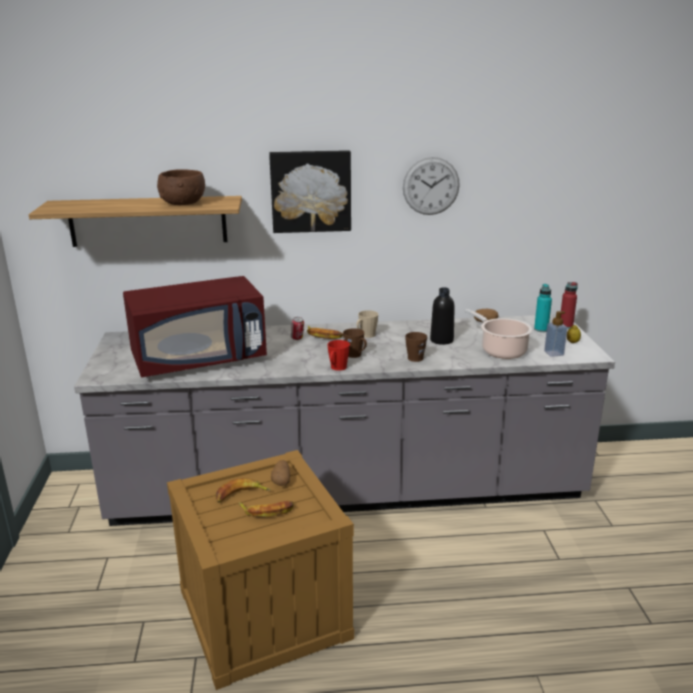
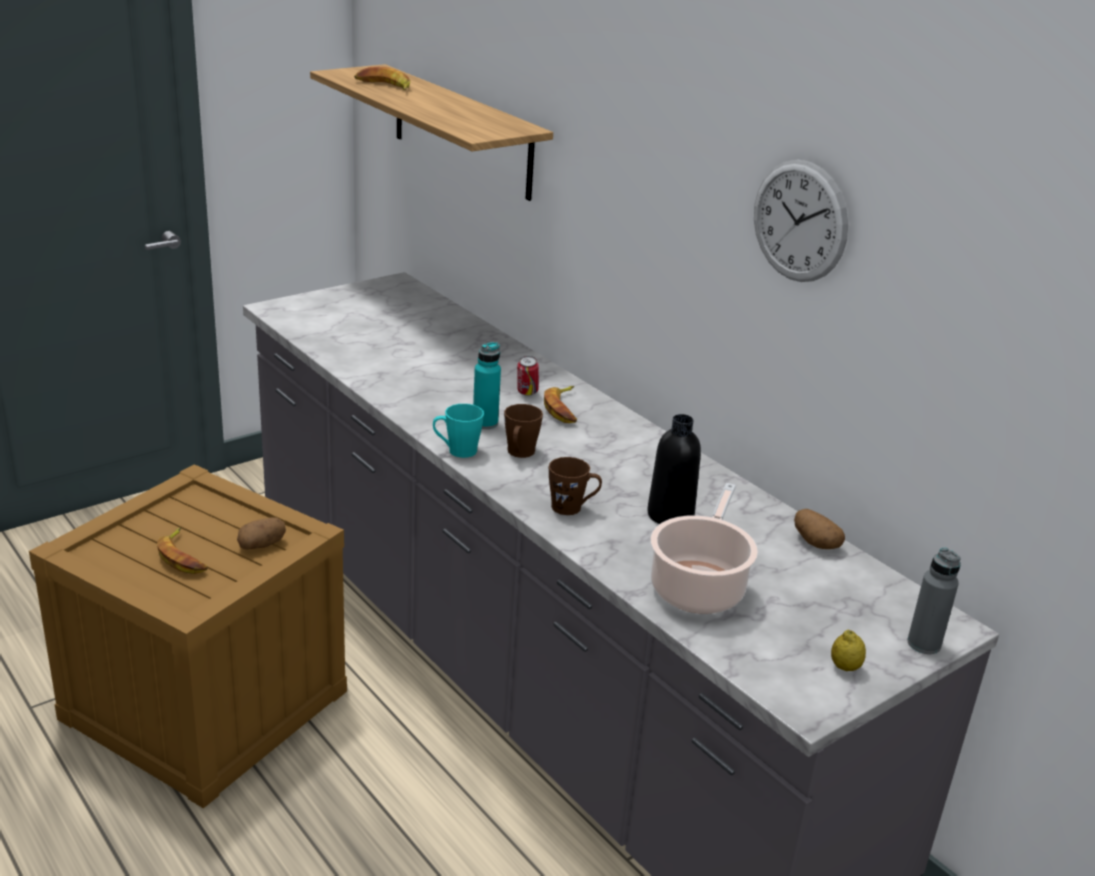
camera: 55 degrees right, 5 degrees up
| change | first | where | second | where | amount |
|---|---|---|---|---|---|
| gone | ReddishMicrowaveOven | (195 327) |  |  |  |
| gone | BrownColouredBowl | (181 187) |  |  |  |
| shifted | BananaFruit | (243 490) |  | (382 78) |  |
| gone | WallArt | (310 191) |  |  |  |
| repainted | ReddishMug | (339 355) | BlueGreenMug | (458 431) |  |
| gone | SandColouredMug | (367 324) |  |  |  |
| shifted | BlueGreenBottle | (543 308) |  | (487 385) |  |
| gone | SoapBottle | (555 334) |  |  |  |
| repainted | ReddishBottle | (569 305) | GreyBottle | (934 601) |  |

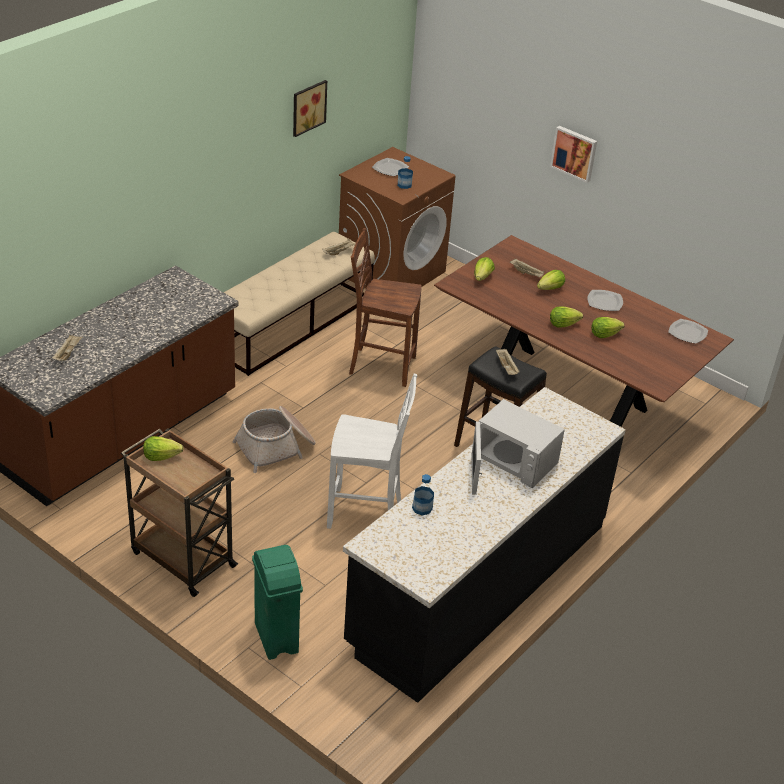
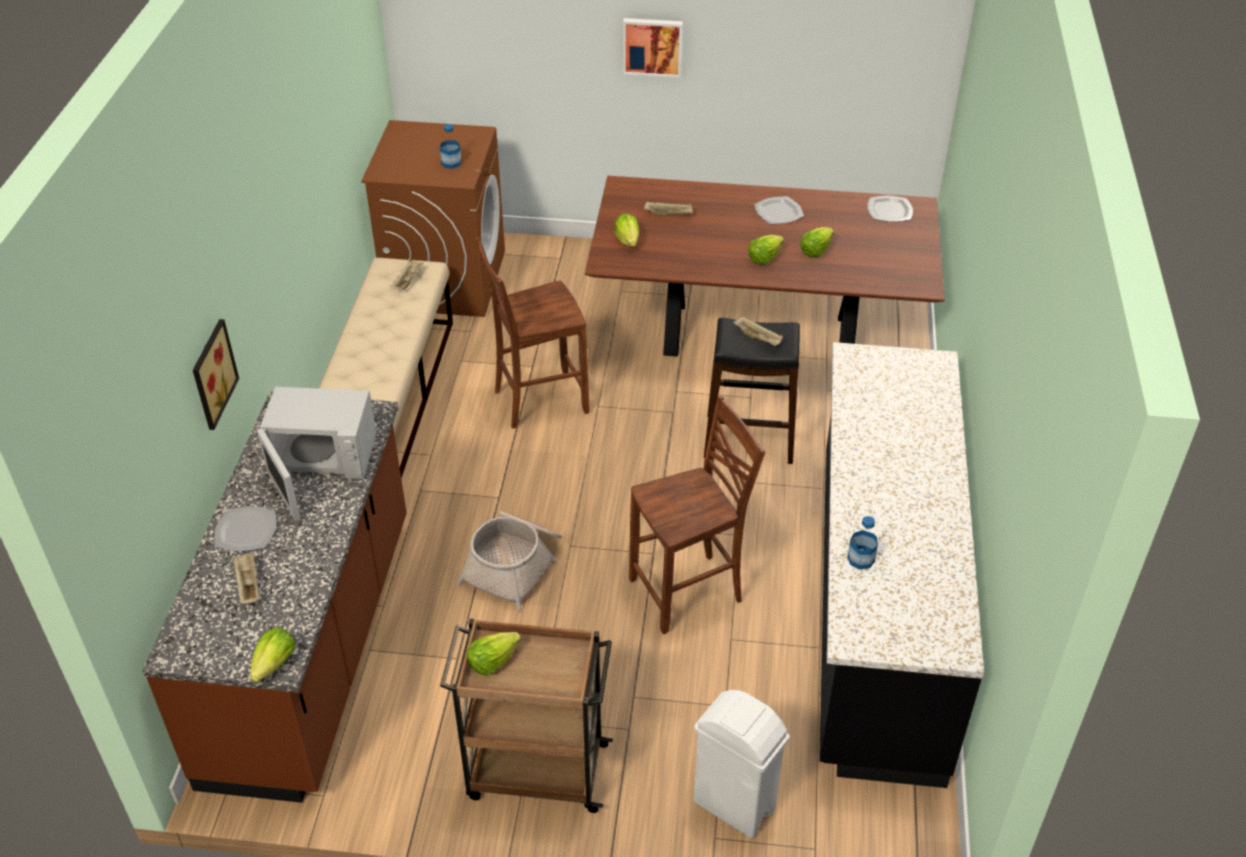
camera: 30 degrees left, 5 degrees up
| change | first | where | second | where | amount |
|---|---|---|---|---|---|
| repainted | GreenRubbishBin | (277 602) | WhiteColouredRubbishBin | (742 764) |  |
| shifted | WallArt | (310 108) |  | (216 374) |  |
| repainted | WhiteColouredPlainChair | (372 451) | BrownColouredPlainChair | (697 514) |  |
| shifted | FlatDish | (390 167) |  | (245 528) |  |
| shifted | WhiteColouredMicrowaveOven | (518 447) |  | (317 454) |  |
| shifted | HeadOfLettuce | (551 280) |  | (272 655) |  |

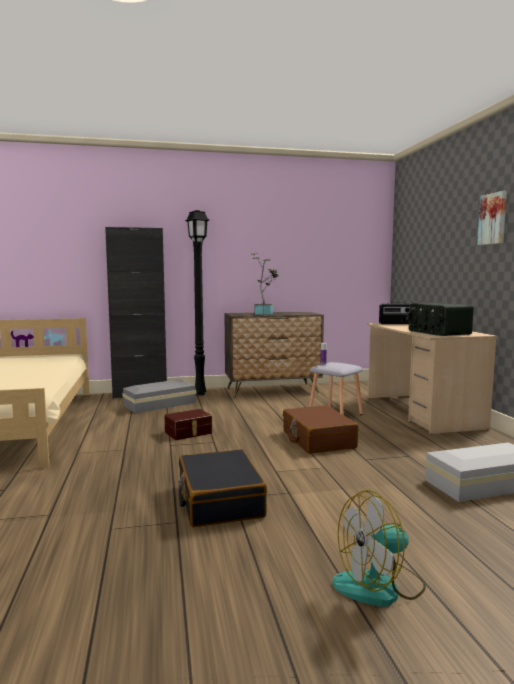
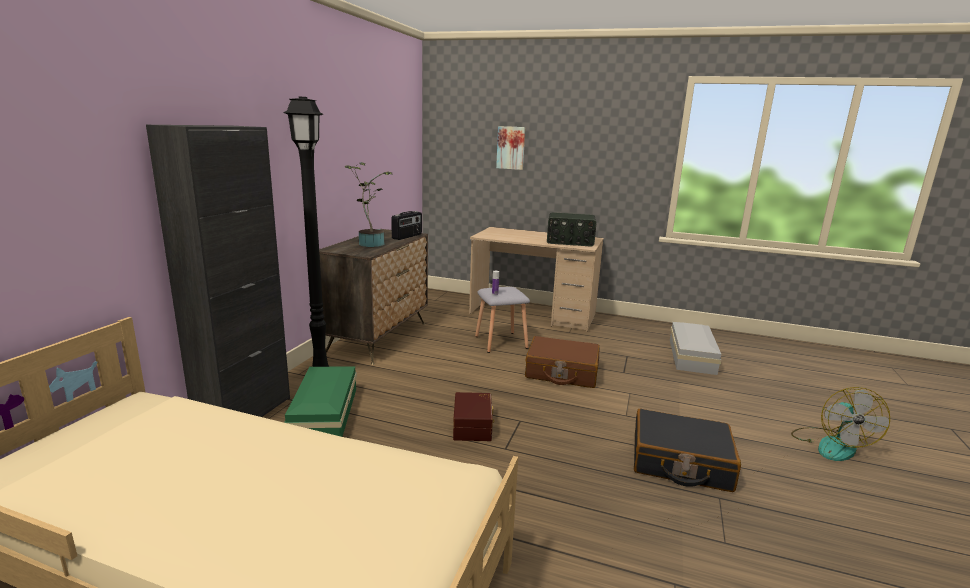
camera: 60 degrees left, 10 degrees up
| change | first | where | second | where | amount |
|---|---|---|---|---|---|
| repainted | GreyStorageContainer | (159 396) | GreenStorageContainer | (320 401) |  |
| shifted | Radio | (394 313) |  | (406 225) |  |
| shifted | WallArt | (492 218) |  | (510 148) |  |

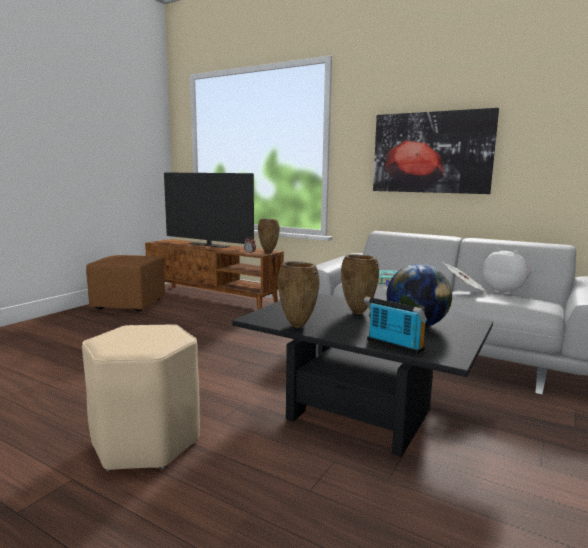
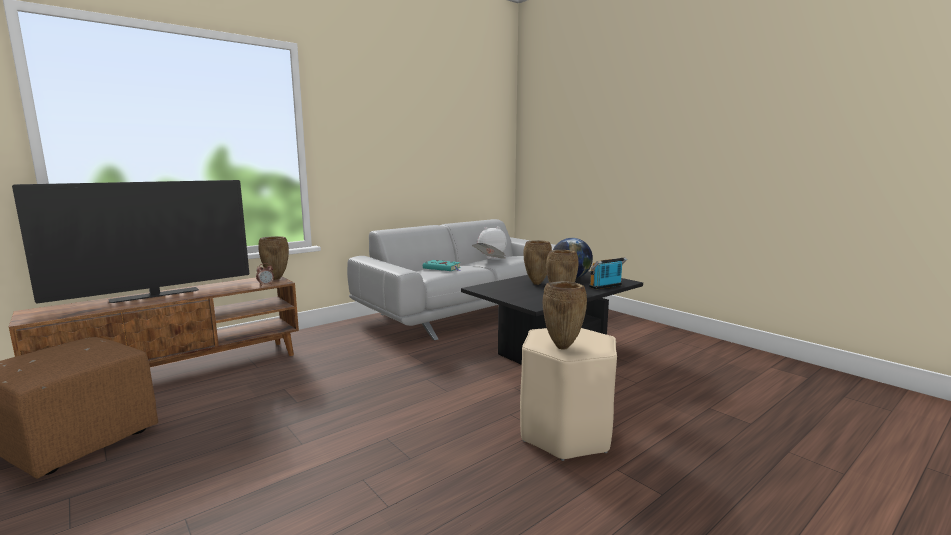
camera: 70 degrees left, 0 degrees up
| change | first | where | second | where | amount |
|---|---|---|---|---|---|
| gone | WallArt | (436 151) |  |  |  |
| new |  |  | BrownColouredDecorativeVase | (564 315) |  |

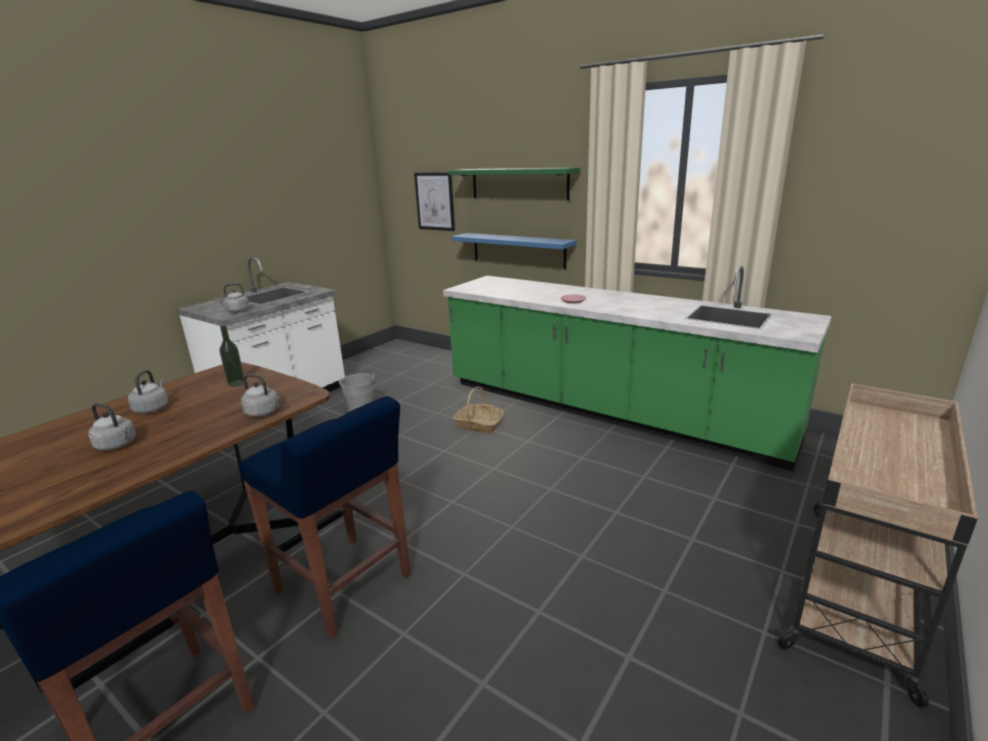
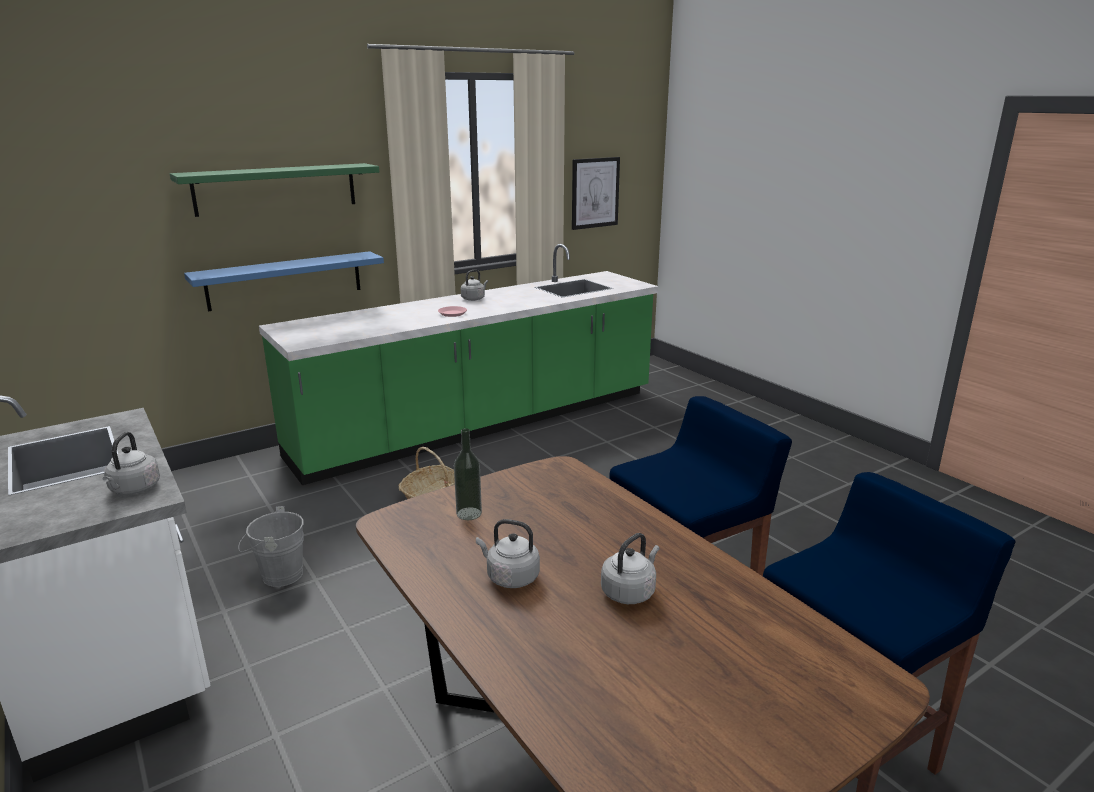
camera: 70 degrees left, 0 degrees up
| change | first | where | second | where | amount |
|---|---|---|---|---|---|
| shifted | GreyWaterKettle | (260 395) |  | (474 285) |  |
| shifted | WallArt | (434 201) |  | (596 193) |  |
| gone | SandColouredWheeledCart | (877 545) |  |  |  |

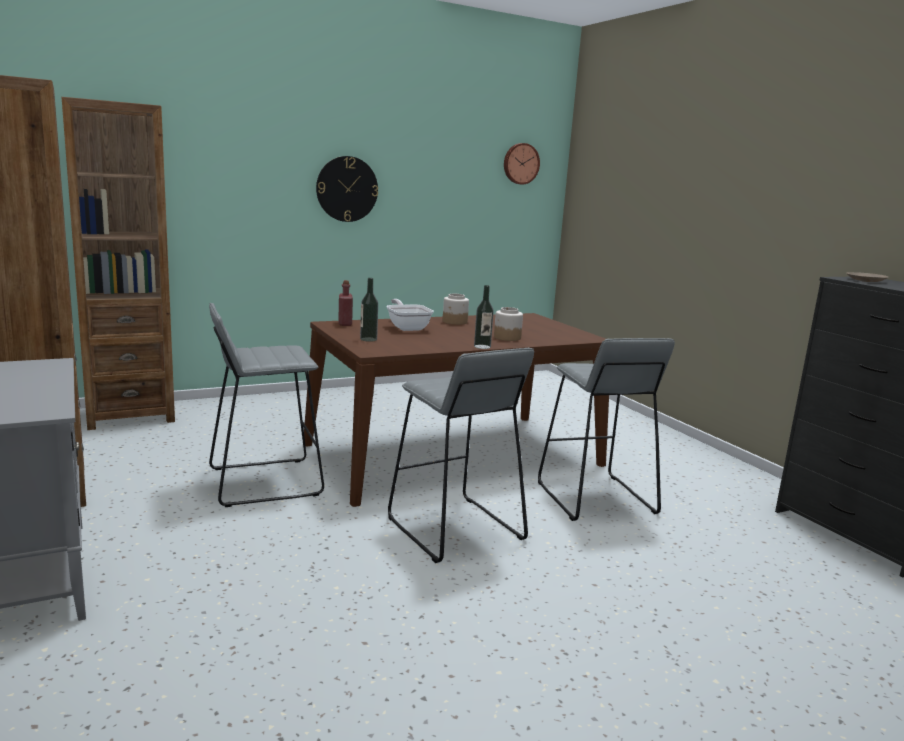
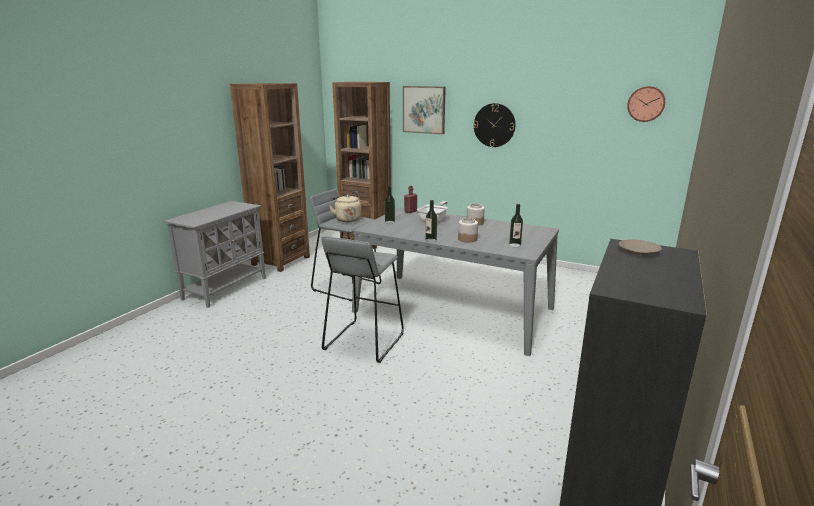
camera: 55 degrees right, 5 degrees up
| change | first | where | second | where | amount |
|---|---|---|---|---|---|
| repainted | BrownColouredKitchenTable | (456 410) | GreyKitchenTable | (455 281) |  |
| gone | GreySittingStool | (606 429) |  |  |  |
| new |  |  | SandColouredWaterKettle | (345 208) |  |
| new |  |  | WallArt | (424 110) |  |
| new |  |  | Bottle | (516 225) |  |

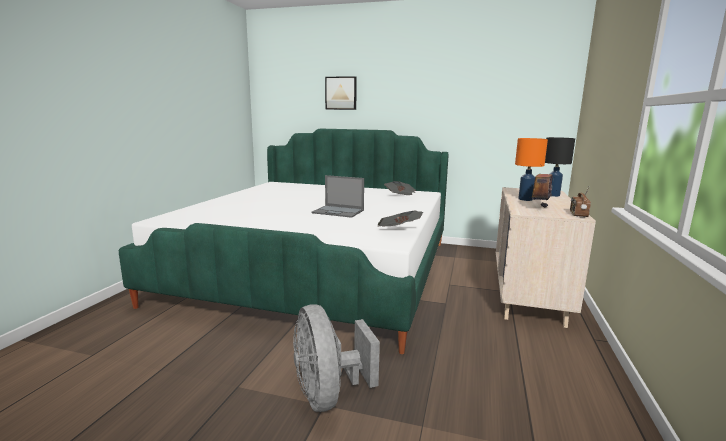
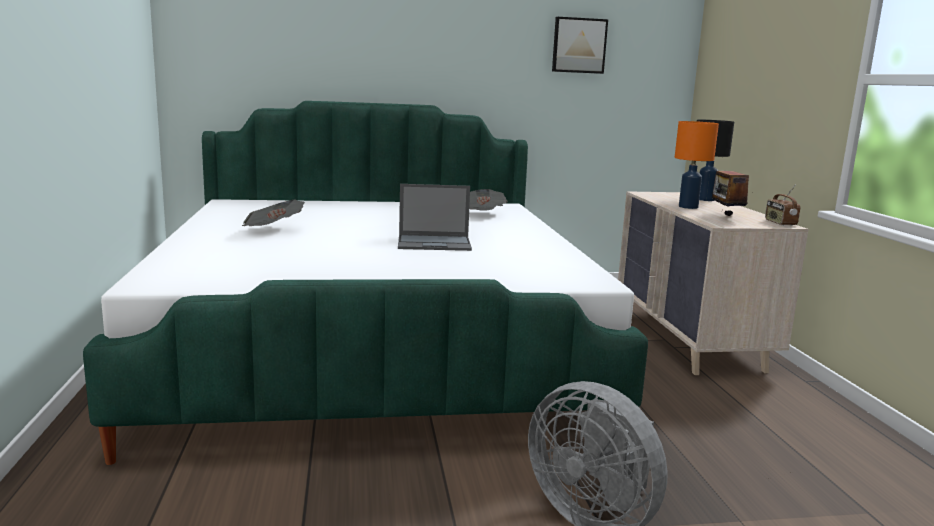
camera: 25 degrees left, 0 degrees up
| change | first | where | second | where | amount |
|---|---|---|---|---|---|
| shifted | WallArt | (341 93) |  | (580 45) |  |
| shifted | Newspaper | (400 219) |  | (273 213) |  |

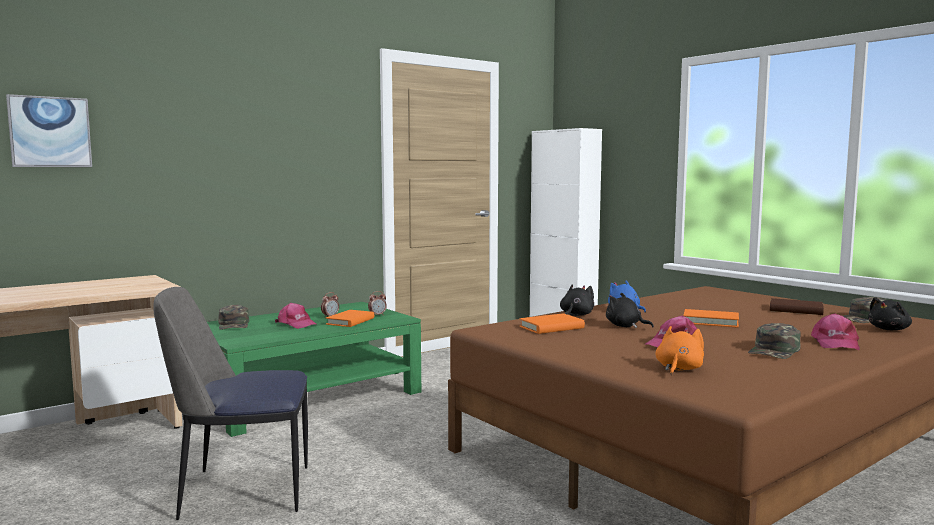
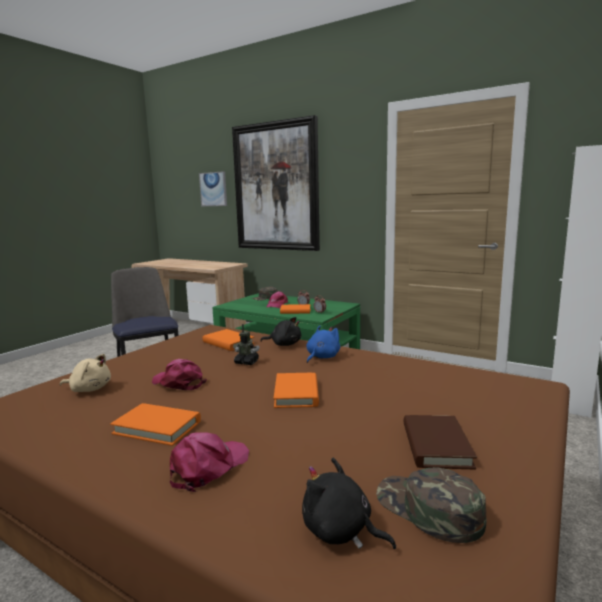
camera: 70 degrees right, 5 degrees up
| change | first | where | second | where | amount |
|---|---|---|---|---|---|
| swapped | BlackishSoftToy | (630 310) | RobotFigure | (247 344) |  |
| repainted | OrangeSoftToy | (679 350) | SandColouredSoftToy | (85 373) |  |
| swapped | GreenCap | (774 341) | OrangeVolume | (155 424) |  |
| rotated | PinkCap | (835 331) |  | (209 462) | 135 degrees clockwise |
| new |  |  | WallArt | (276 183) |  |

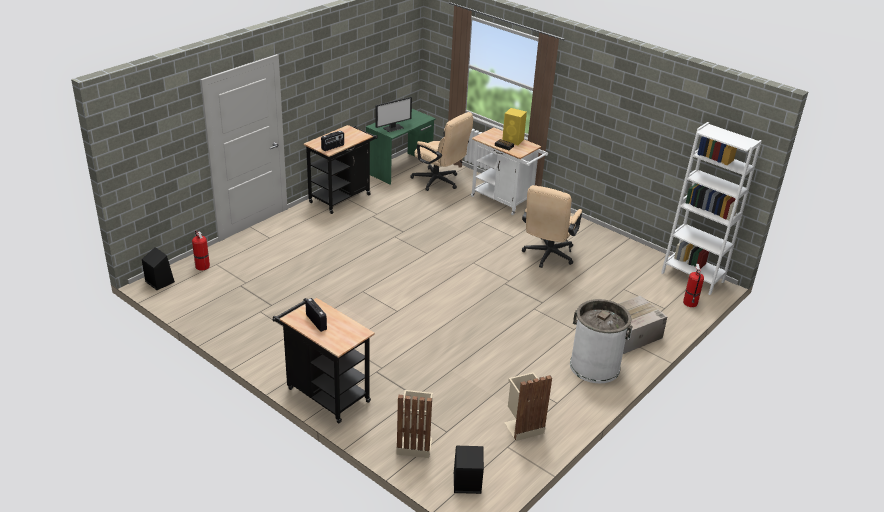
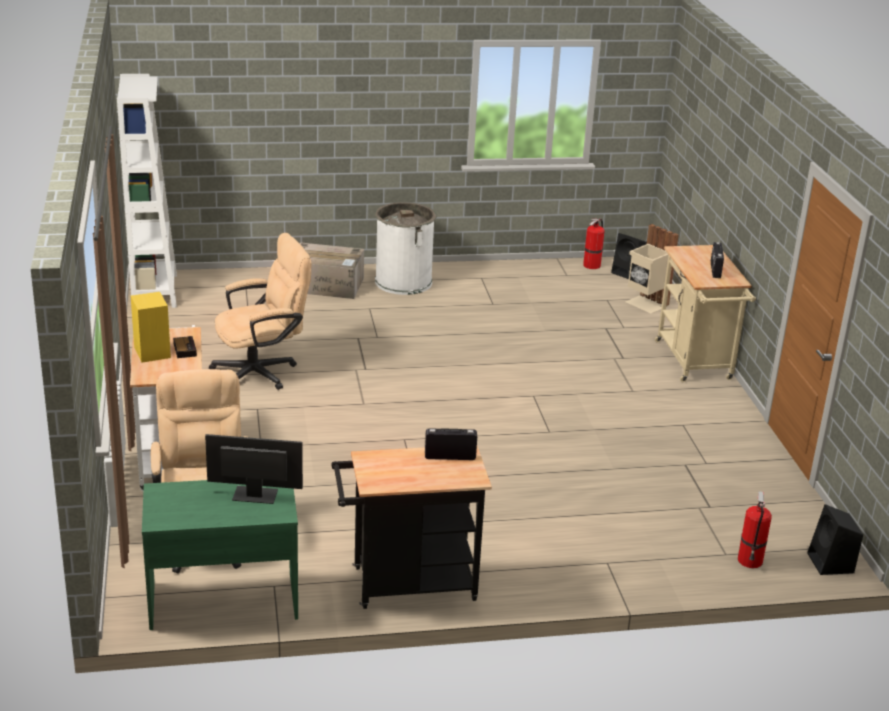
camera: 140 degrees left, 5 degrees down
| change | first | where | second | where | amount |
|---|---|---|---|---|---|
| repainted | BlackishWheeledCart | (323 360) | SandColouredWheeledCart | (705 313) |  |
| gone | SandColouredRubbishBin | (528 406) |  |  |  |
| shifted | Extinguisher | (693 285) |  | (593 243) |  |

